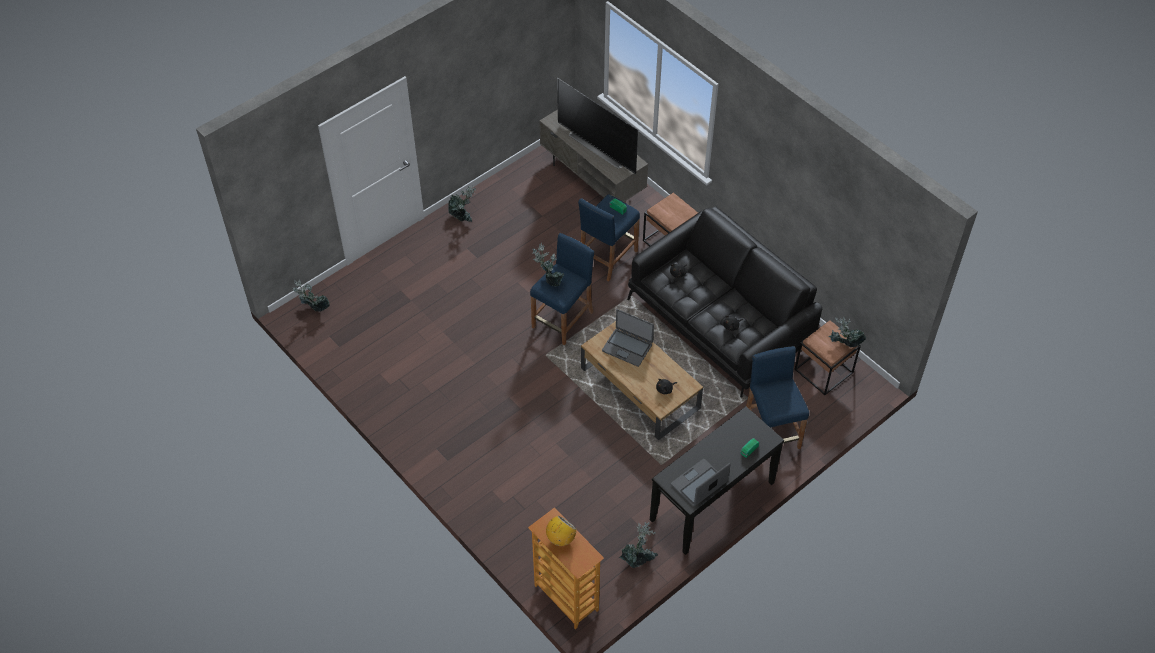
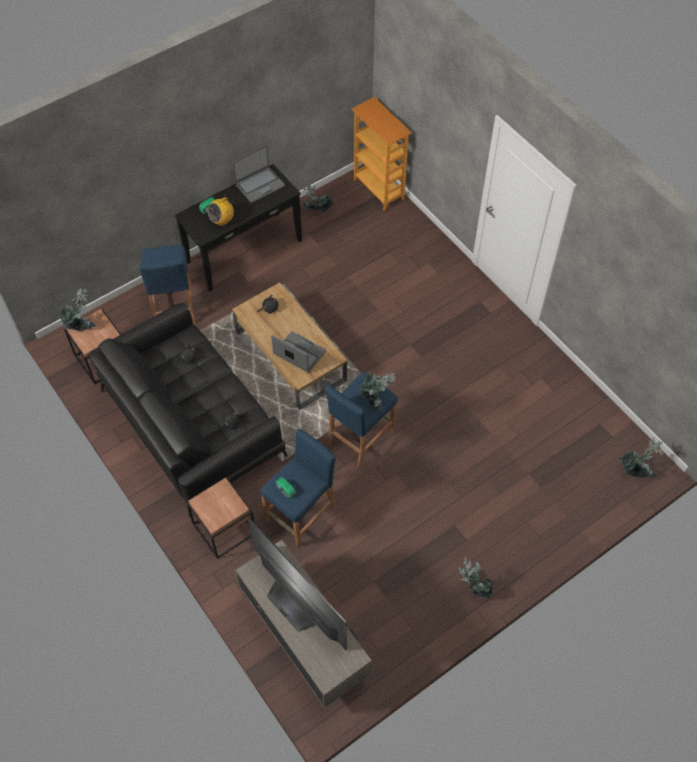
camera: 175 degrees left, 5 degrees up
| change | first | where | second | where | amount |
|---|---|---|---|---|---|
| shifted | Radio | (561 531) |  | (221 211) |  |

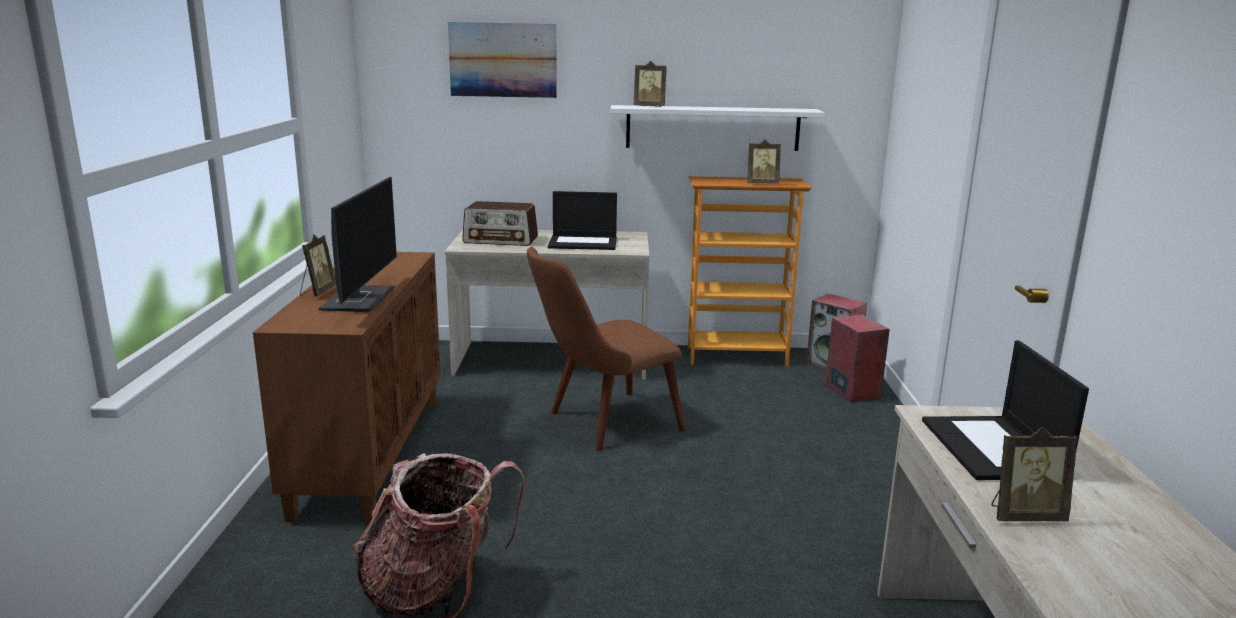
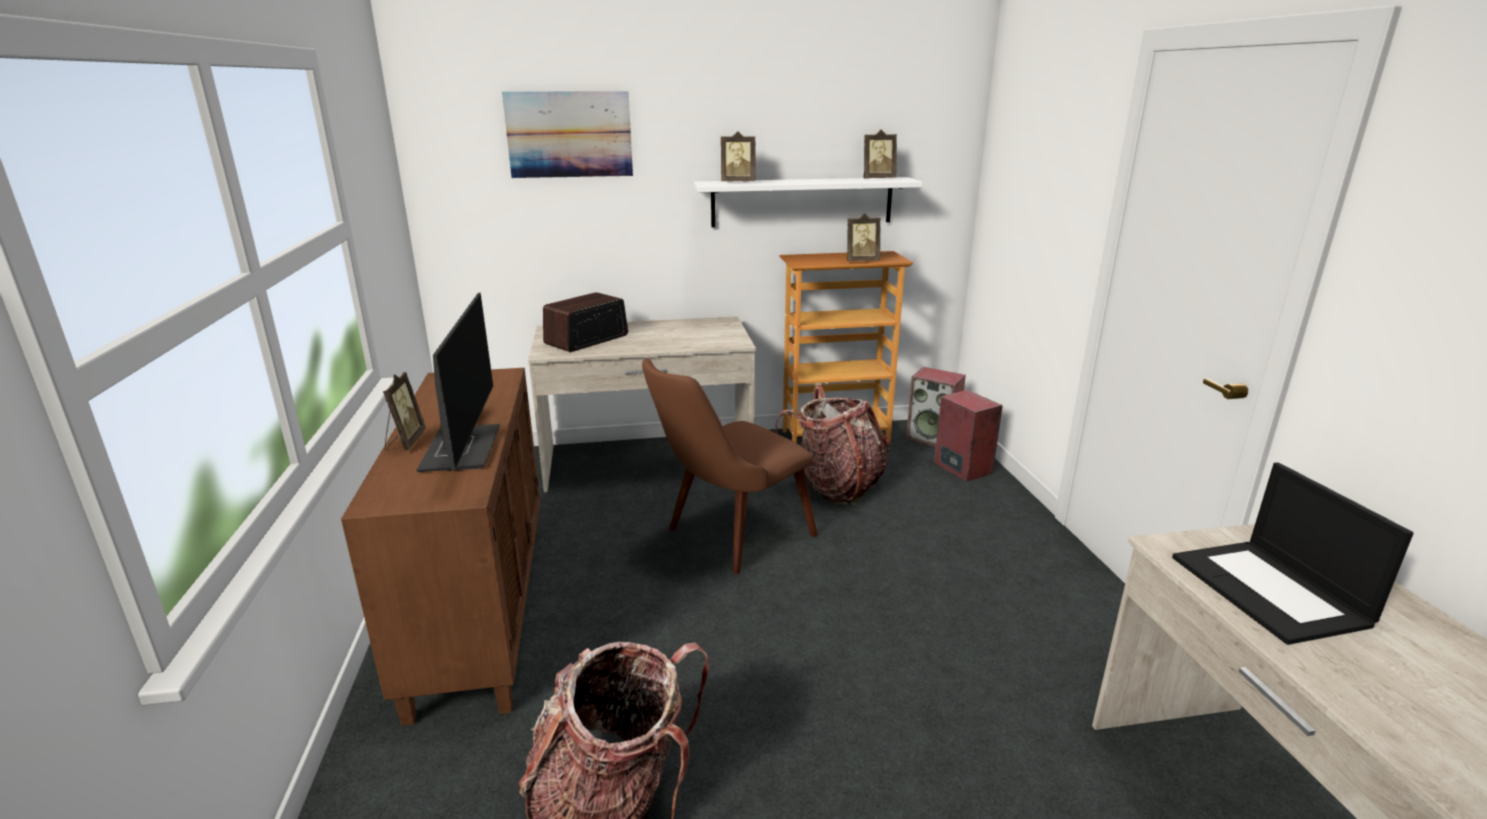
camera: 10 degrees left, 5 degrees up
| change | first | where | second | where | amount |
|---|---|---|---|---|---|
| rotated | Radio | (500 223) |  | (585 322) | 135 degrees clockwise |
| gone | PortableComputer | (582 220) |  |  |  |
| shifted | PictureFrame | (1034 474) |  | (880 154) |  |
| new |  |  | Backpack | (832 445) |  |

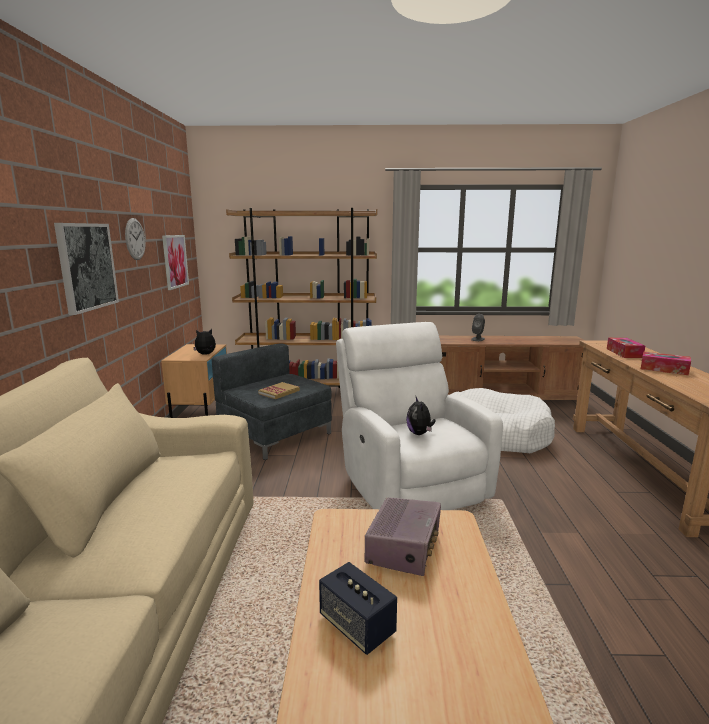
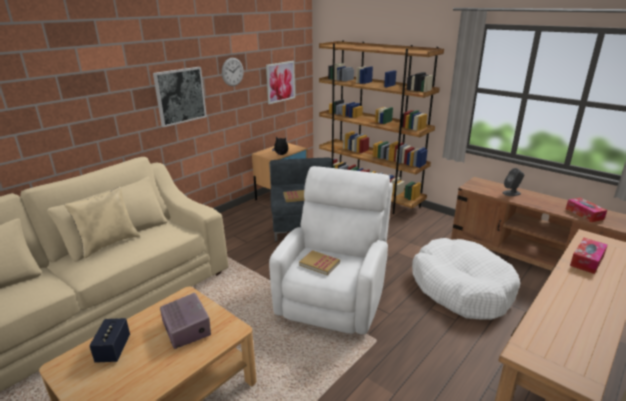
camera: 40 degrees right, 10 degrees up
| change | first | where | second | where | amount |
|---|---|---|---|---|---|
| rotated | Radio | (403 536) |  | (185 321) | 90 degrees counterclockwise |
| swapped | SoftToy | (421 416) | Volume | (319 262) |  |
| shifted | BoxOfTissues | (666 363) |  | (586 209) |  |
| new |  |  | SandColouredThrowPillow | (102 222) |  |

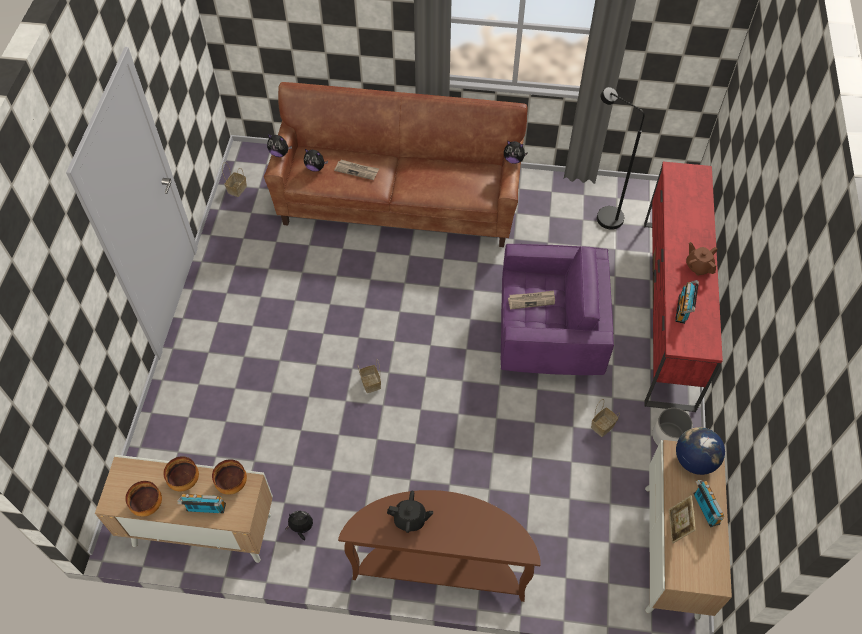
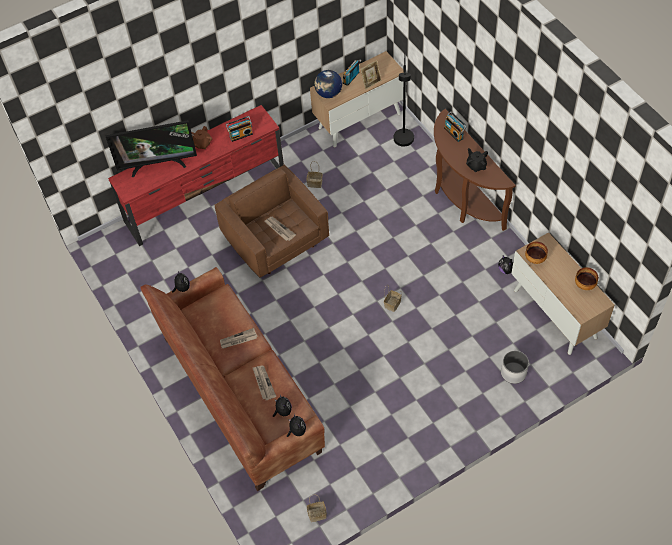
camera: 125 degrees left, 0 degrees up
| change | first | where | second | where | amount |
|---|---|---|---|---|---|
| gone | Bowl | (181 473) |  |  |  |
| shifted | Radio | (201 503) |  | (455 126) |  |
| repainted | PurpleColouredArmchair | (557 309) | BrownColouredArmchair | (271 221) |  |
| shifted | BlackishStandardLamp | (621 158) |  | (404 100) |  |
| shifted | WhiteColouredPlanter | (672 427) |  | (515 367) |  |
| new |  |  | TvSet | (151 148) |  |
| new |  |  | Newspaper | (239 338) |  |

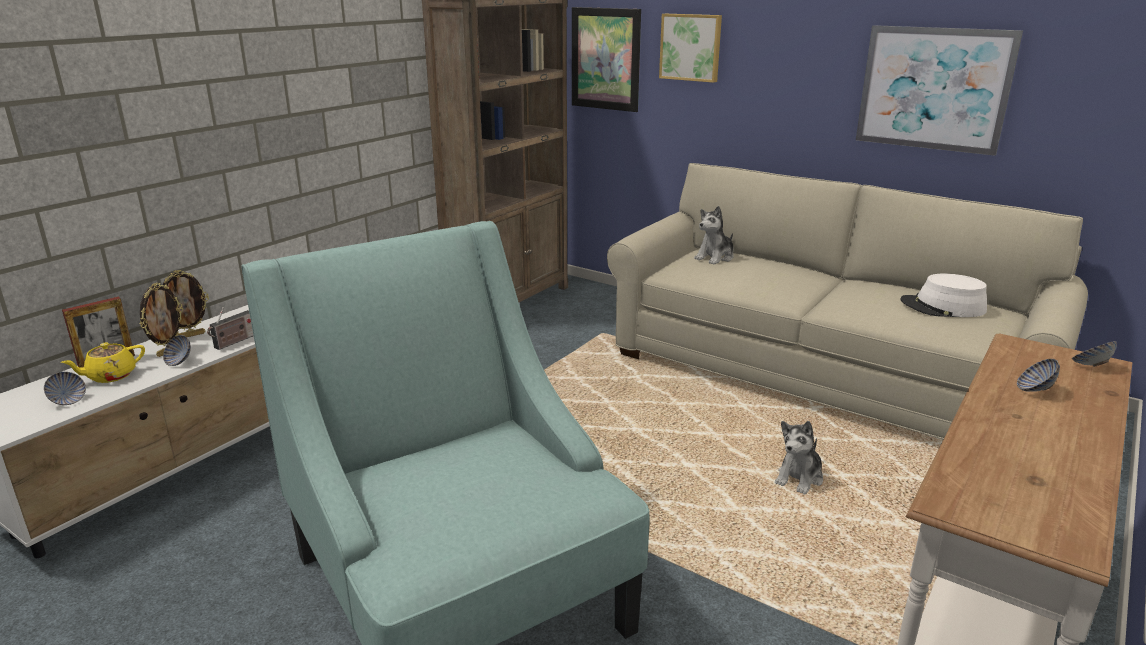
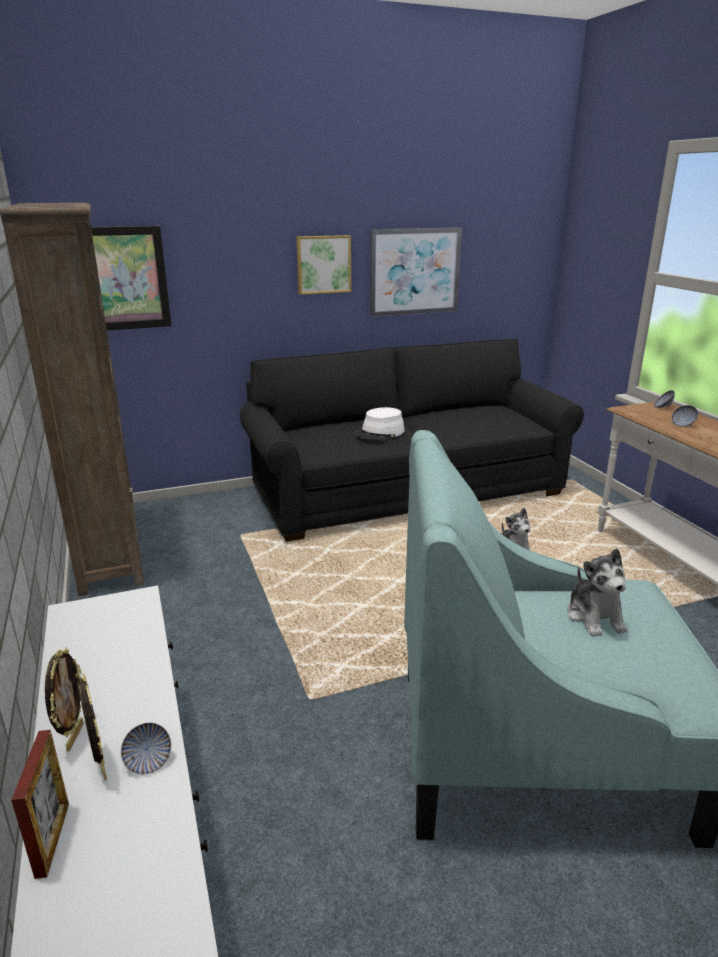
camera: 55 degrees left, 0 degrees up
| change | first | where | second | where | amount |
|---|---|---|---|---|---|
| gone | Bowl | (65 388) |  |  |  |
| gone | YellowTeapot | (103 363) |  |  |  |
| gone | Radio | (230 328) |  |  |  |
| repainted | SandColouredCouch | (847 301) | BlackishCouch | (412 440) |  |
| shifted | WallArt | (690 48) |  | (323 265) |  |
| shifted | SoftToy | (714 235) |  | (597 592) |  |
| shifted | WhiteColouredHat | (943 295) |  | (379 424) |  |

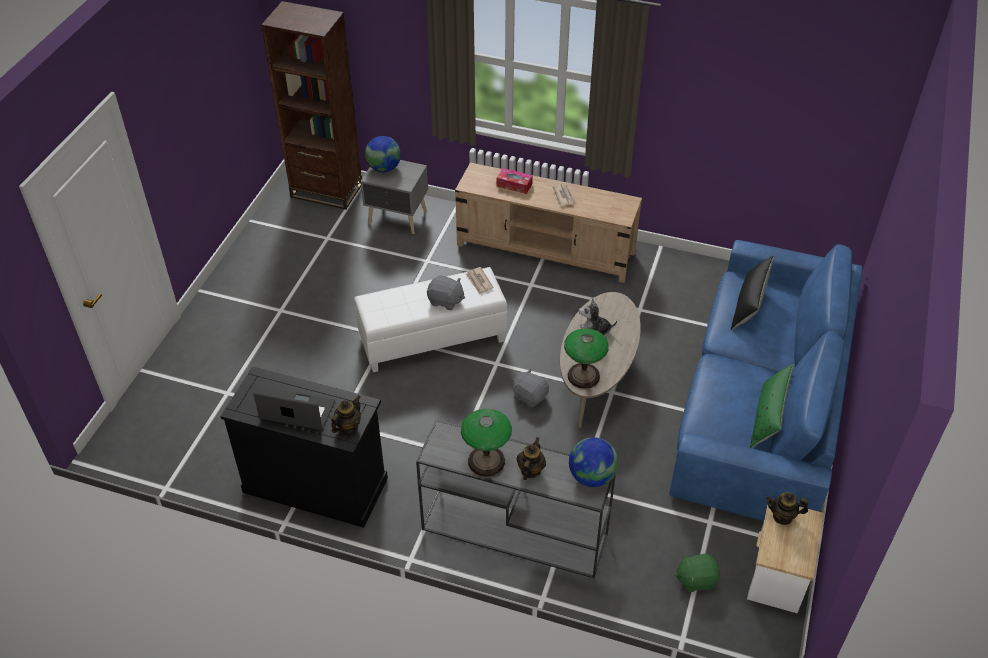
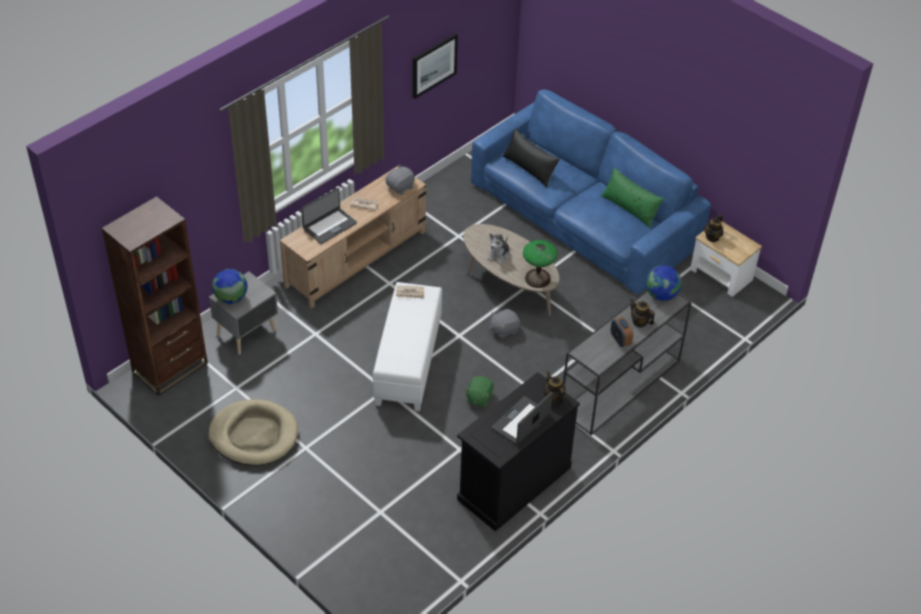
camera: 65 degrees left, 0 degrees up
| change | first | where | second | where | amount |
|---|---|---|---|---|---|
| shifted | GreySoftToy | (446 292) |  | (400 180) |  |
| swapped | LampForATable | (486 443) | AlarmClock | (621 332) |  |
| swapped | BoxOfTissues | (515 181) | PortableComputer | (329 216) |  |
| shifted | GreenSoftToy | (697 572) |  | (479 391) |  |
| new |  |  | SandColouredPetBed | (253 432) |  |
| new |  |  | WallArt | (435 66) |  |

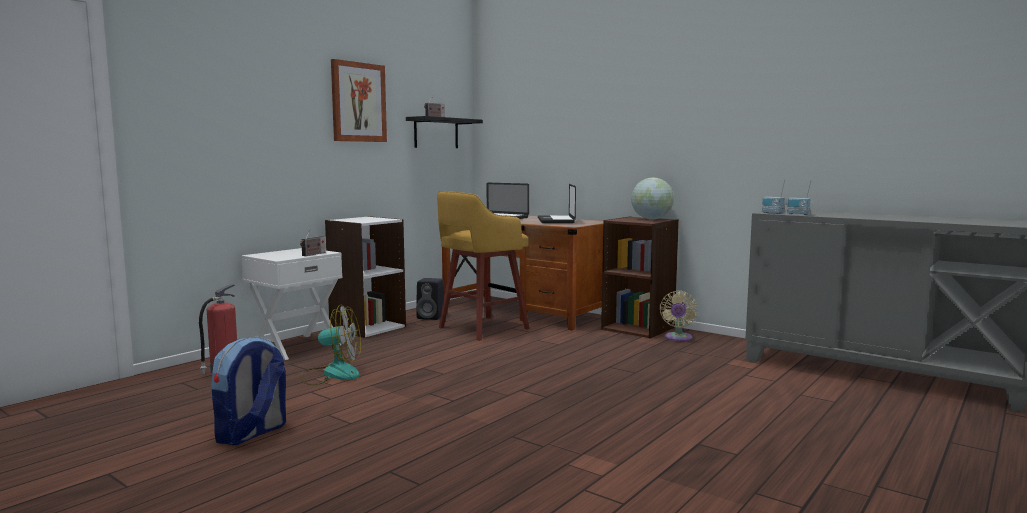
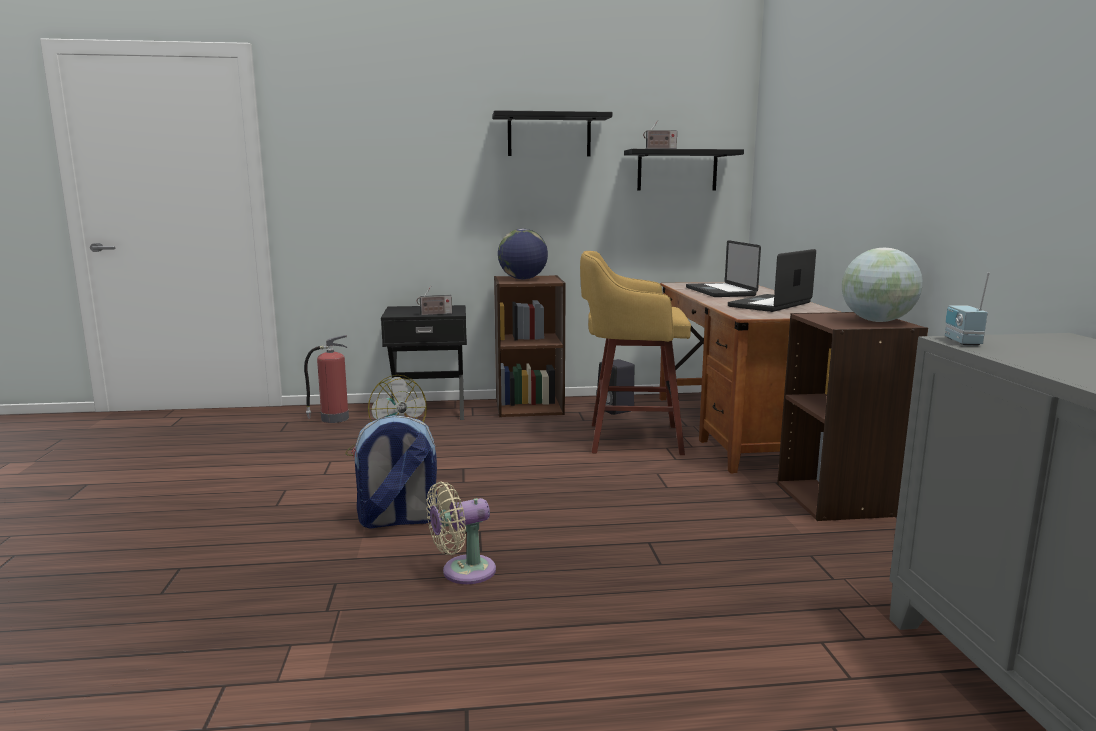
camera: 45 degrees right, 5 degrees up
| change | first | where | second | where | amount |
|---|---|---|---|---|---|
| shifted | Backpack | (248 391) |  | (394 472) |  |
| repainted | WhiteColouredBedsideTable | (291 304) | BlackishBedsideTable | (424 362) |  |
| repainted | WhiteColouredBookcase | (365 277) | BrownColouredBookcase | (530 346) |  |
| swapped | WallArt | (359 100) | BlackishShelf | (552 133) |  |
| shifted | SandColouredElectricFan | (679 316) |  | (461 533) |  |
| gone | Radio | (799 197) |  |  |  |
| new |  |  | Globe | (523 254) |  |

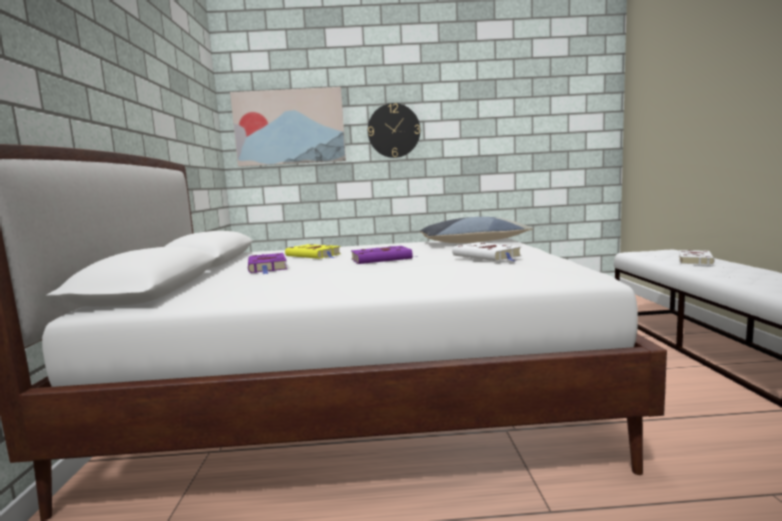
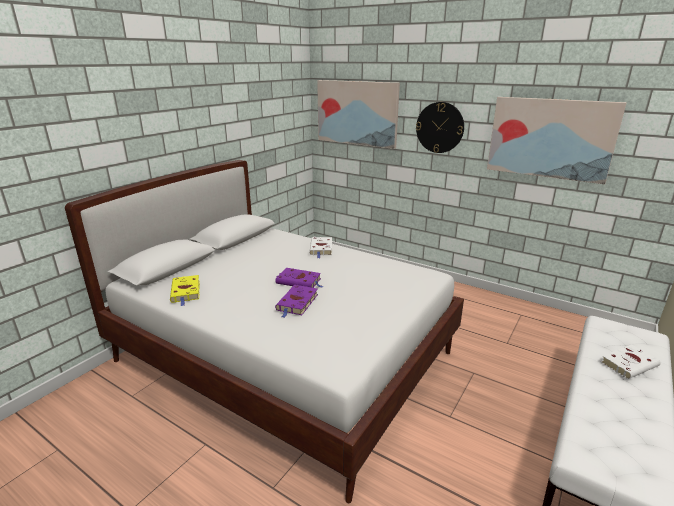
camera: 35 degrees right, 15 degrees up
| change | first | where | second | where | amount |
|---|---|---|---|---|---|
| shifted | PurpleColouredVolume | (267 263) |  | (296 301) |  |
| shifted | YellowVolume | (313 251) |  | (185 290) |  |
| gone | ThrowPillow | (476 230) |  |  |  |
| shifted | WhiteColouredVolume | (487 251) |  | (320 247) |  |
| new |  |  | WallArt | (557 140) |  |

